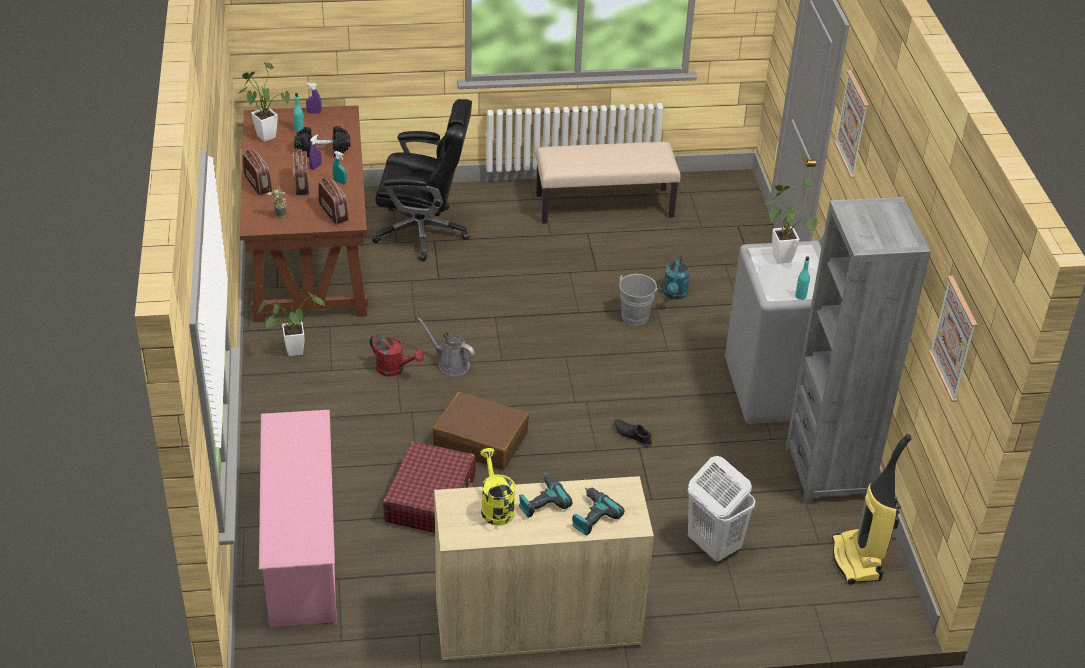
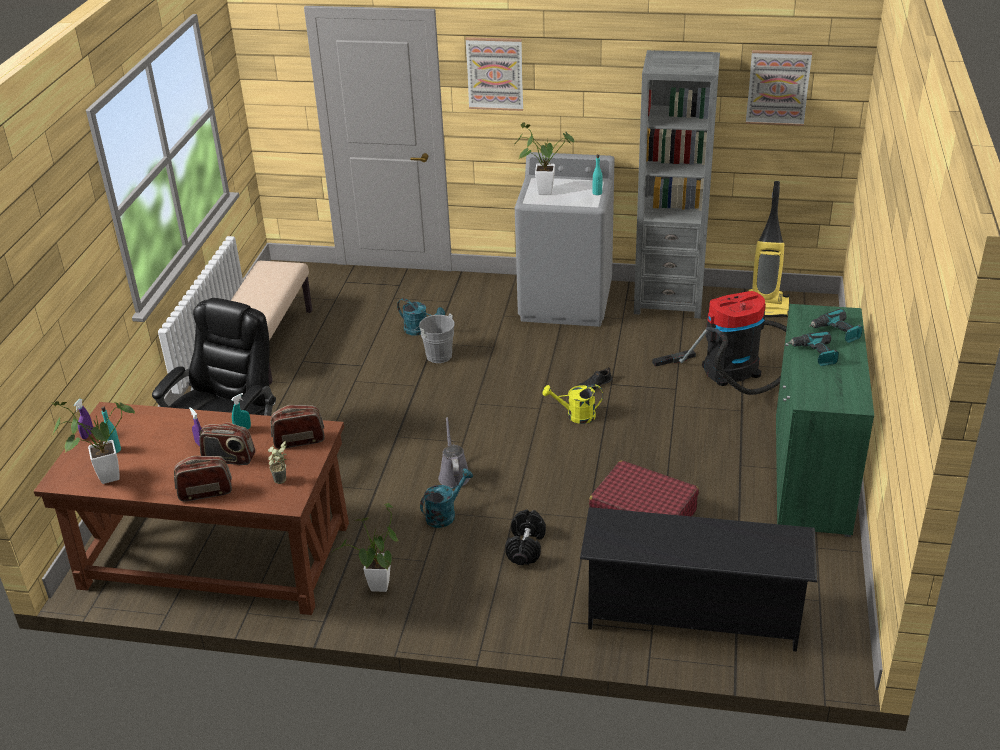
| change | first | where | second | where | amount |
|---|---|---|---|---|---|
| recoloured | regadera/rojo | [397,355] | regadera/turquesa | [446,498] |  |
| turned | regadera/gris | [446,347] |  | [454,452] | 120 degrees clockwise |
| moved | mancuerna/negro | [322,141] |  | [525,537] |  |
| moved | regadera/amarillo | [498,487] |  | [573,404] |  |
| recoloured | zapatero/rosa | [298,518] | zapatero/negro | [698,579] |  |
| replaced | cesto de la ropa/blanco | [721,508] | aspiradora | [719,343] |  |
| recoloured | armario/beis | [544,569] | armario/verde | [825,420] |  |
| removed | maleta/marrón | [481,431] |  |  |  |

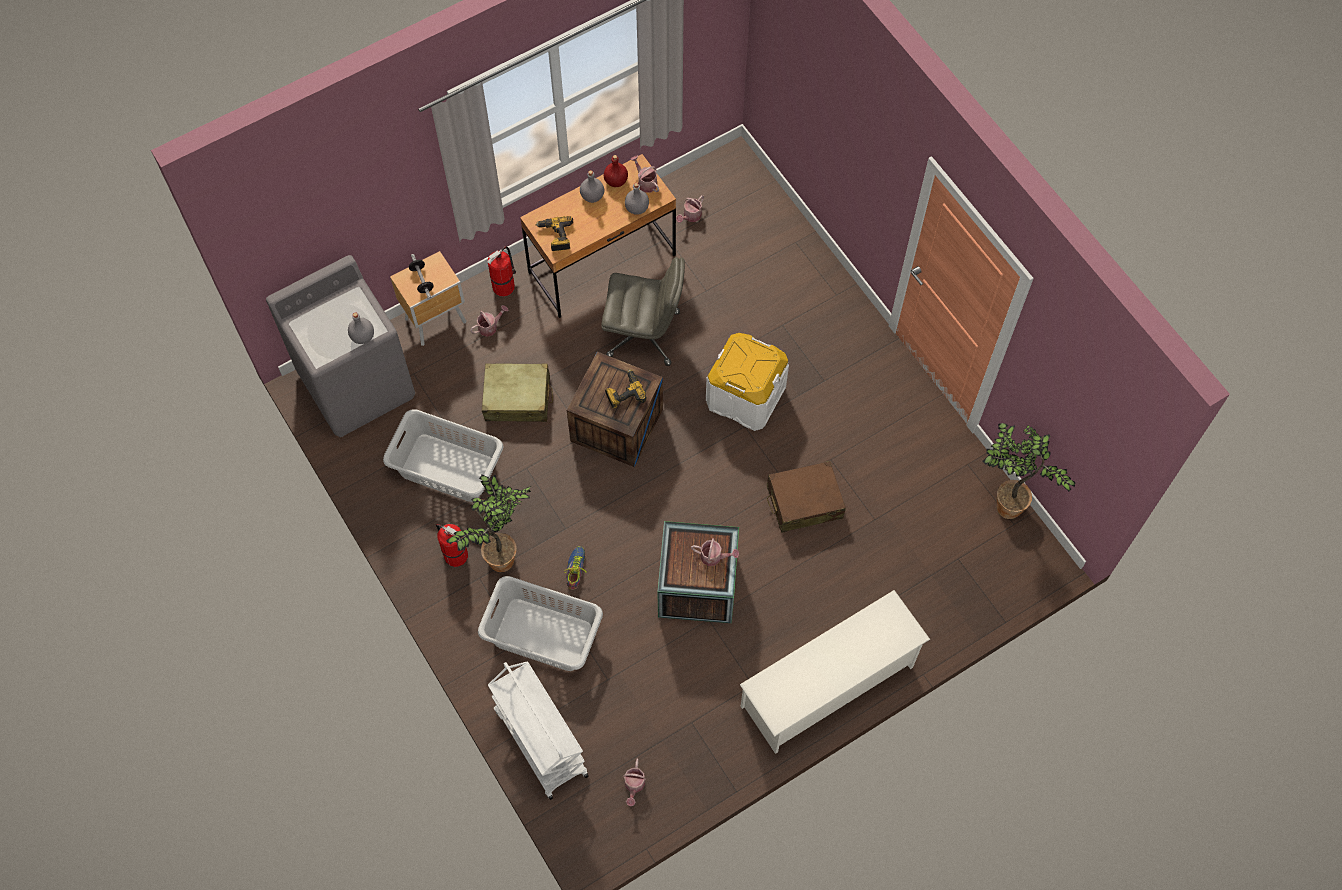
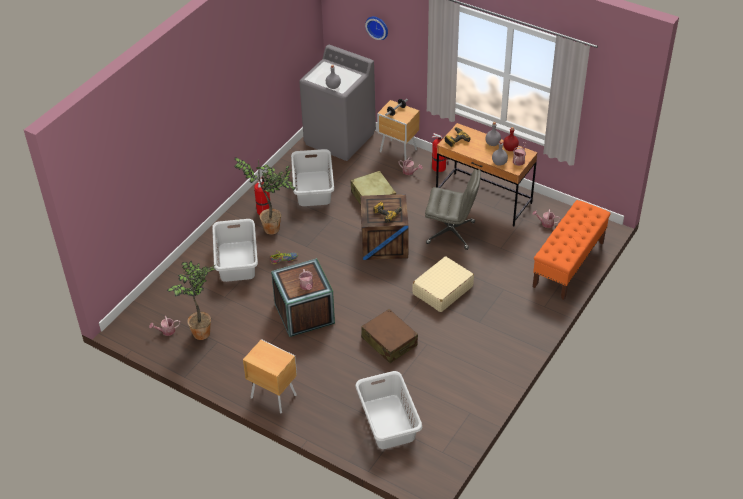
| change | first | where | second | where | amount |
|---|---|---|---|---|---|
| moved | planta en maceta | [1029,471] |  | [191,300] |  |
| replaced | zapatero/blanco | [835,672] | mesita de noche/marrón | [270,376] |  |
| added |  |  | cesto de la ropa/gris | [388,410] |  |
| added |  |  | reloj de pared | [376,28] |  |
| replaced | caja de almacenaje/blanco | [747,382] | maleta/beis | [443,284] |  |
| turned | silla de oficina/gris | [643,311] |  | [453,209] | 60 degrees counterclockwise |
| added |  |  | banco/naranja | [572,250] |  |
| removed | carrito/blanco | [538,730] |  |  |  |

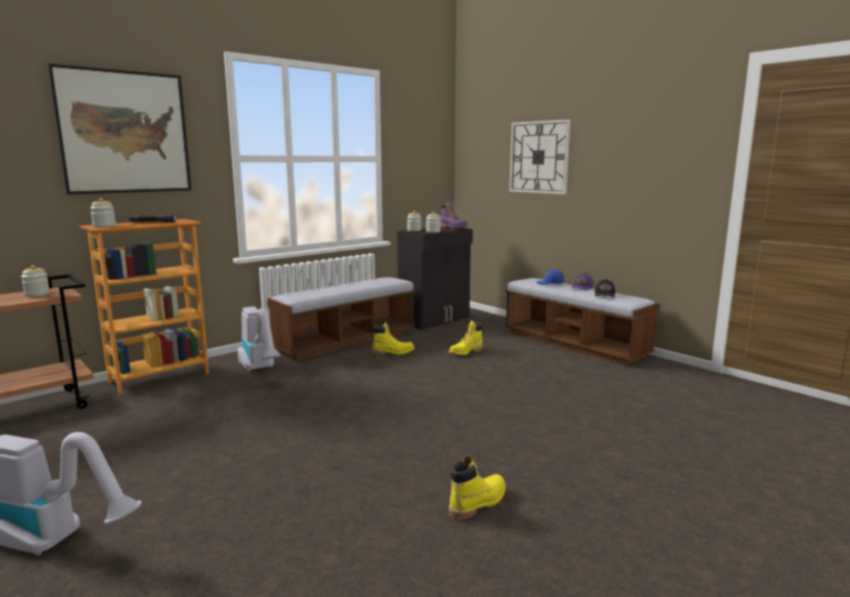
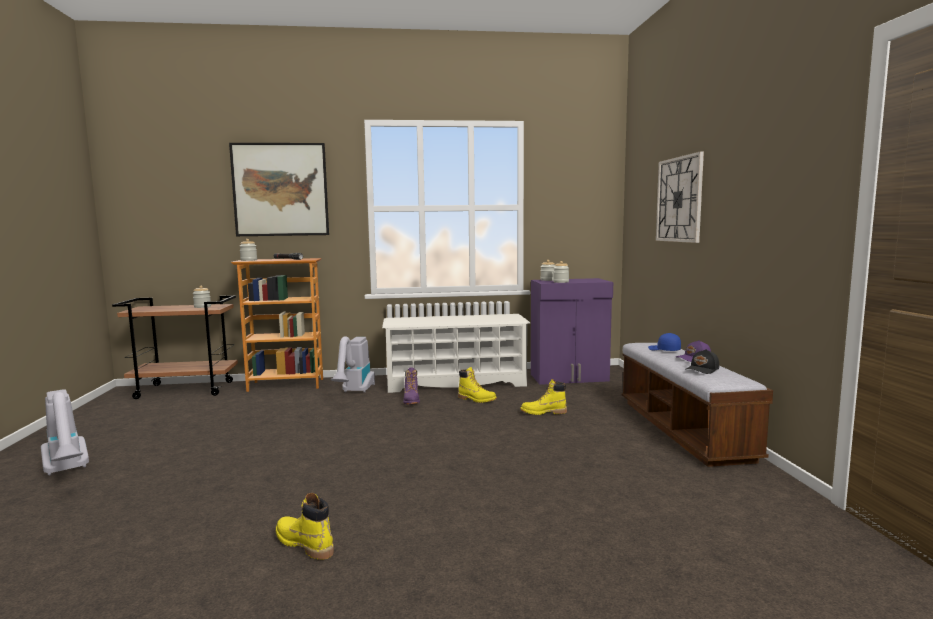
| change | first | where | second | where | amount |
|---|---|---|---|---|---|
| turned | bota/amarillo | [477,487] |  | [305,526] | 135 degrees counterclockwise |
| replaced | banco | [341,319] | zapatero/blanco | [456,353] |  |
| moved | bota/morado | [454,215] |  | [411,386] |  |
| recoloured | armario/negro | [435,278] | armario/morado | [572,331] |  |

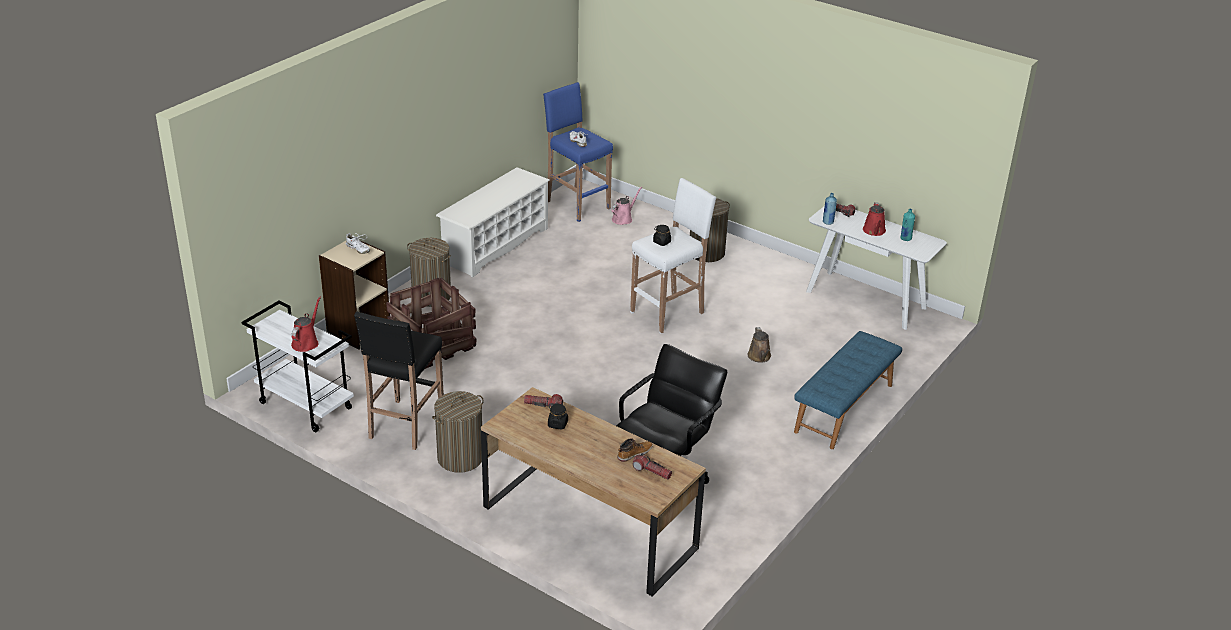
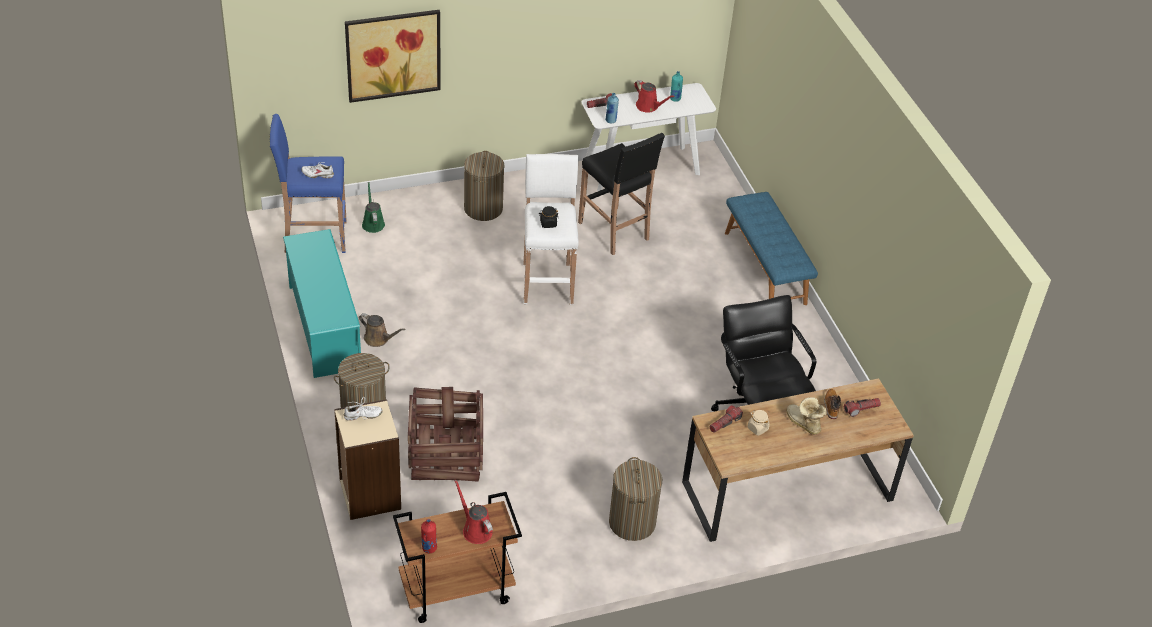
| change | first | where | second | where | amount |
|---|---|---|---|---|---|
| recoloured | zapatero/blanco | [493,222] | zapatero/turquesa | [322,303] |  |
| added |  |  | cuadro | [393,56] |  |
| moved | regadera/marrón | [759,344] |  | [382,330] |  |
| recoloured | regadera/rosa | [627,205] | regadera/verde | [373,207] |  |
| recoloured | carrito/blanco | [297,366] | carrito/marrón | [457,557] |  |
| added |  |  | botella/rojo | [429,536] |  |
| moved | taburete/negro | [399,381] |  | [621,194] |  |
| recoloured | tarro/negro | [558,416] | tarro/beis | [759,422] |  |
| added |  |  | bota | [806,415] |  |

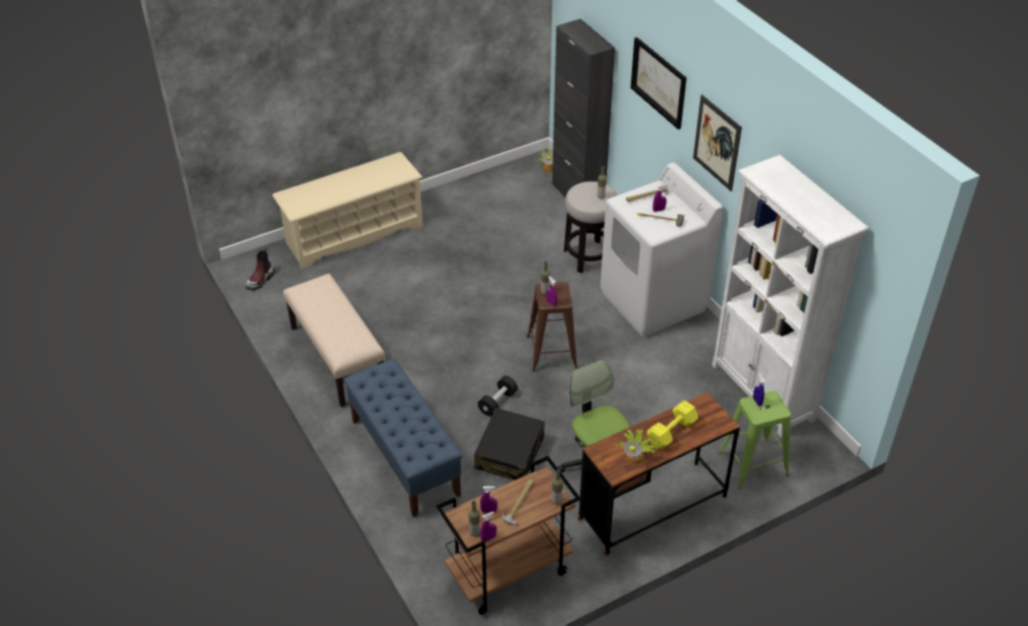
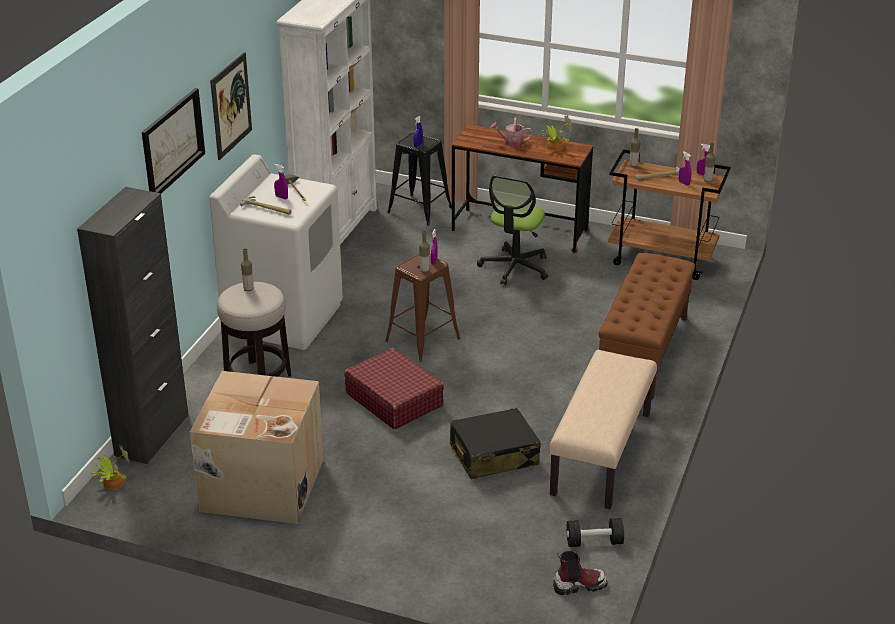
| change | first | where | second | where | amount |
|---|---|---|---|---|---|
| added |  |  | caja de cartón | [257,447] |  |
| added |  |  | maleta/rojo | [394,388] |  |
| recoloured | taburete/verde | [754,440] | taburete/negro | [419,179] |  |
| moved | maleta/negro | [509,444] |  | [495,443] |  |
| replaced | mancuerna/amarillo | [672,425] | regadera | [511,132] |  |
| moved | mancuerna/negro | [498,396] |  | [595,532] |  |
| recoloured | banco/azul | [403,438] | banco/marrón | [647,326] |  |
| removed | zapatero/beis | [347,211] |  |  |  |

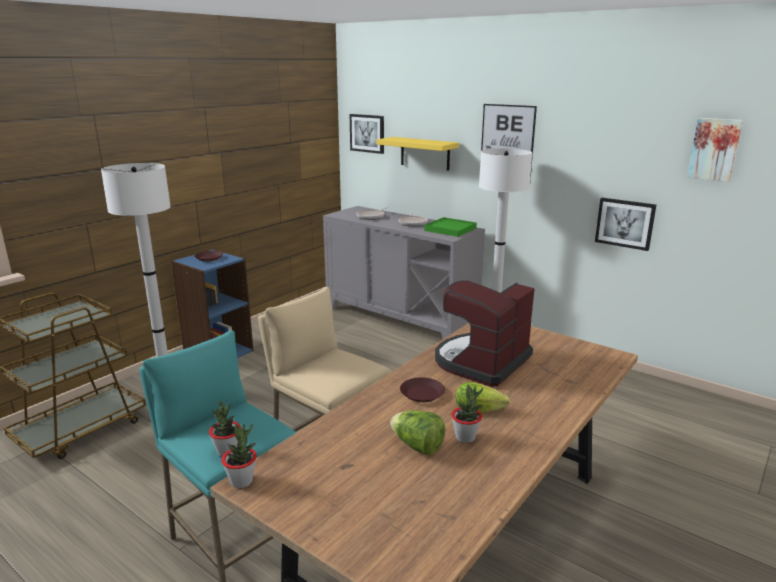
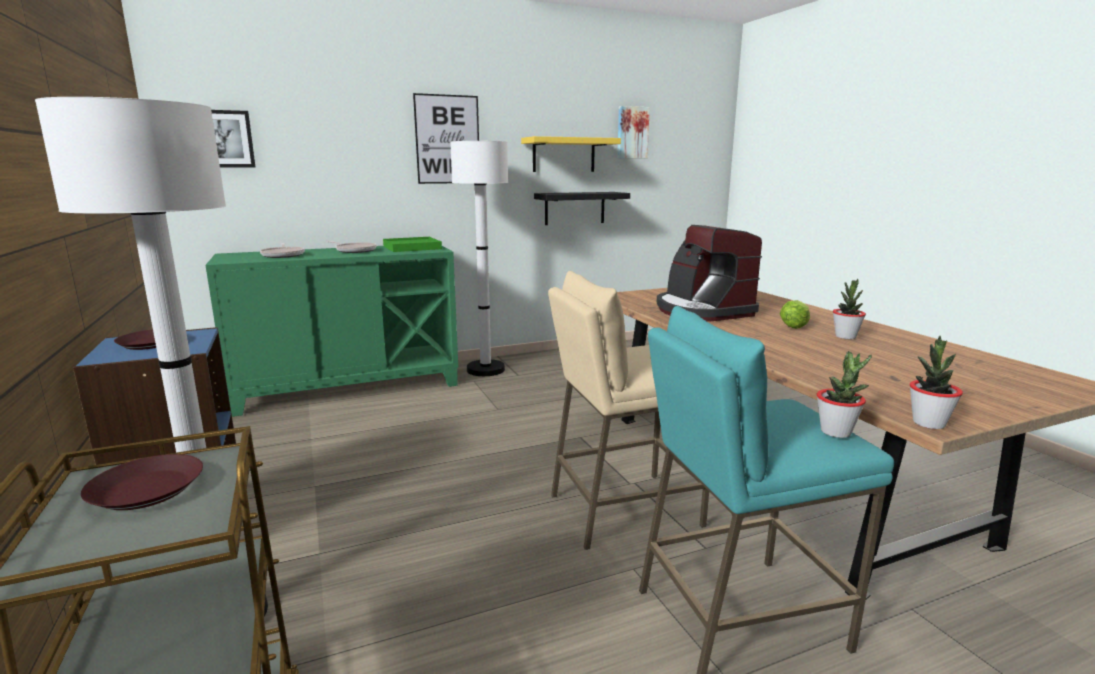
| change | first | where | second | where | amount |
|---|---|---|---|---|---|
| moved | plato/marrón | [422,389] |  | [142,482] |  |
| recoloured | armario/gris | [404,272] | armario/verde | [331,331] |  |
| moved | estante/amarillo | [417,154] |  | [571,154] |  |
| replaced | cuadro | [625,224] | estante/negro | [582,208] |  |
| removed | lechuga | [417,432] |  |  |  |

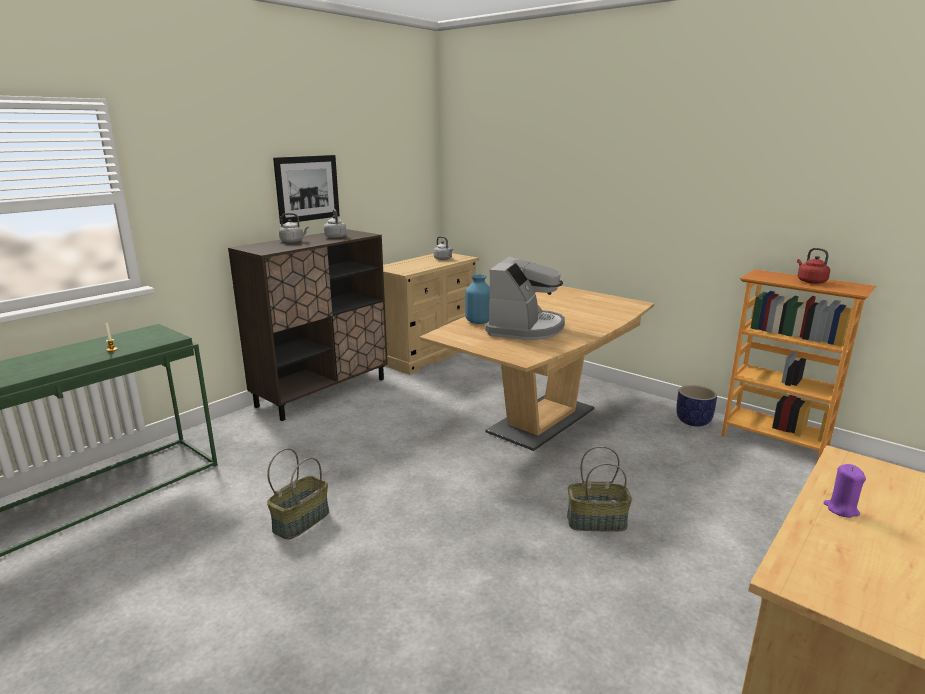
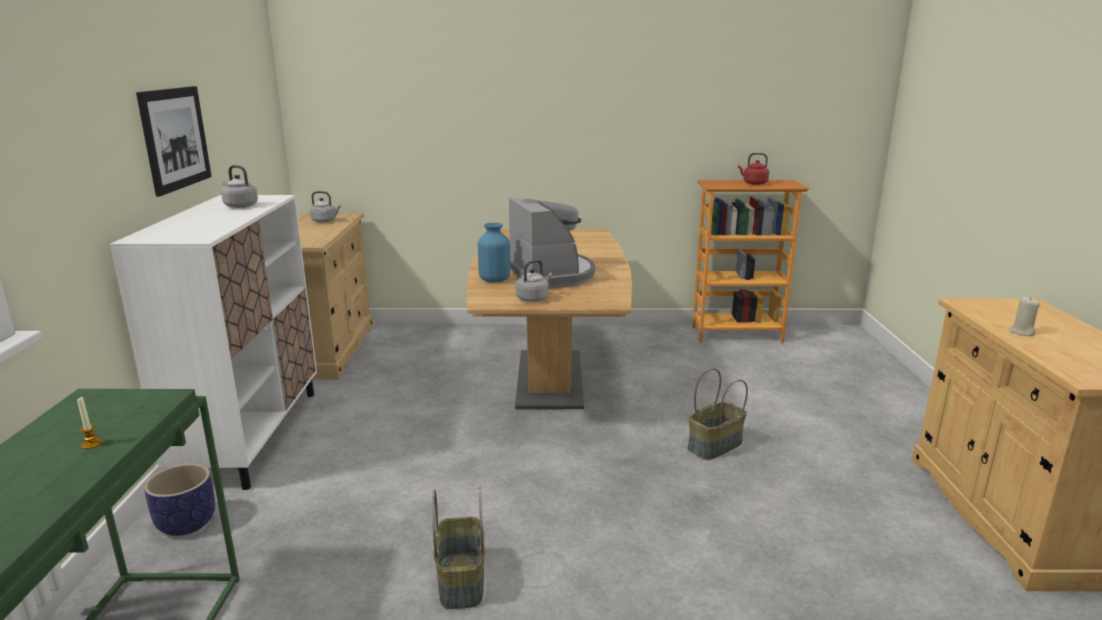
| change | first | where | second | where | amount |
|---|---|---|---|---|---|
| recoloured | armario/marrón | [308,325] | armario/blanco | [213,342] |  |
| moved | maceta | [696,405] |  | [179,499] |  |
| moved | hervidor/gris | [294,228] |  | [534,281] |  |
| recoloured | vela/morado | [844,491] | vela/beis | [1024,316] |  |

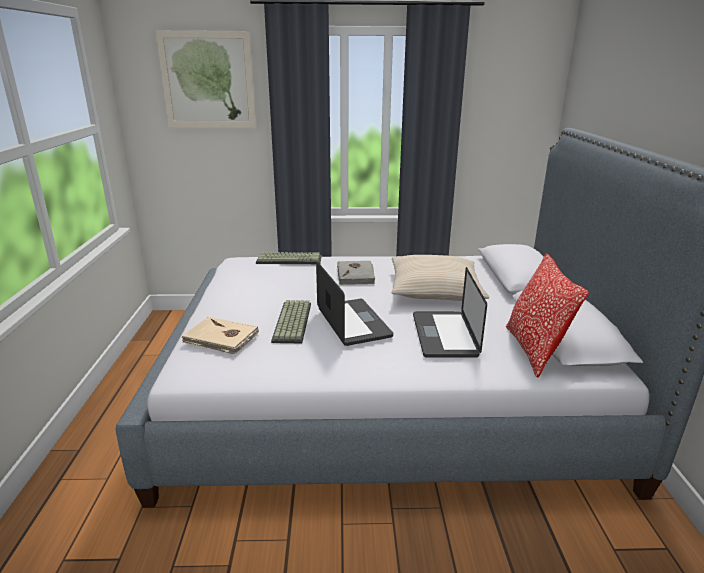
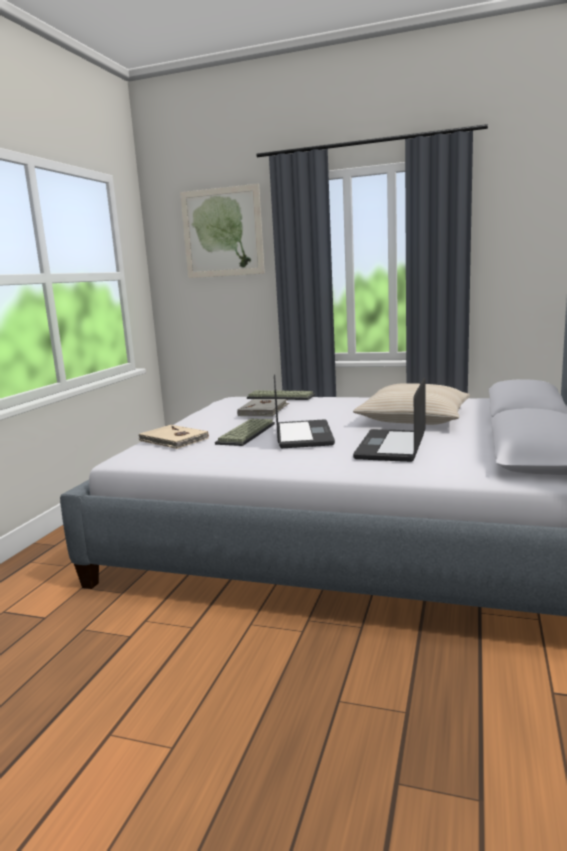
| change | first | where | second | where | amount |
|---|---|---|---|---|---|
| moved | libro/gris | [356,273] |  | [263,407] |  |
| removed | cojín | [547,315] |  |  |  |

